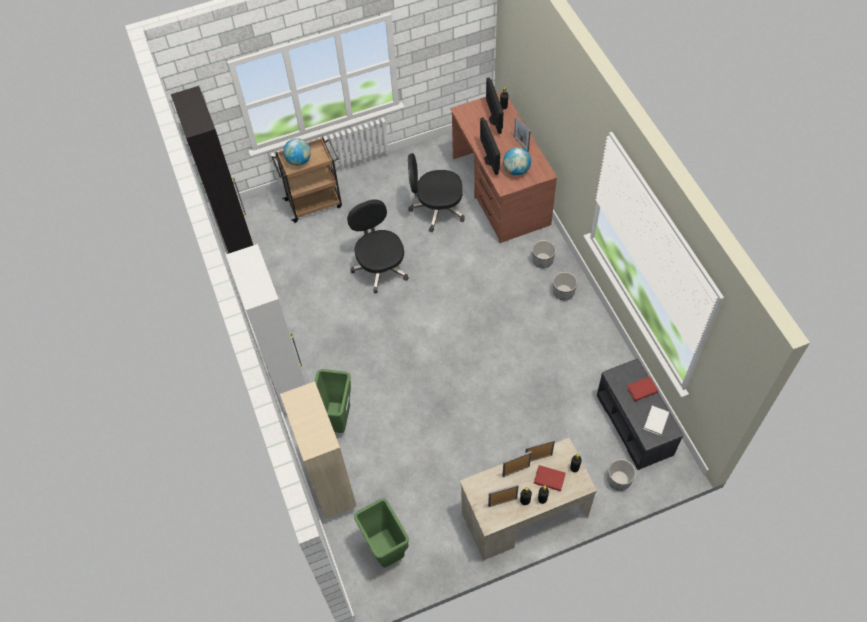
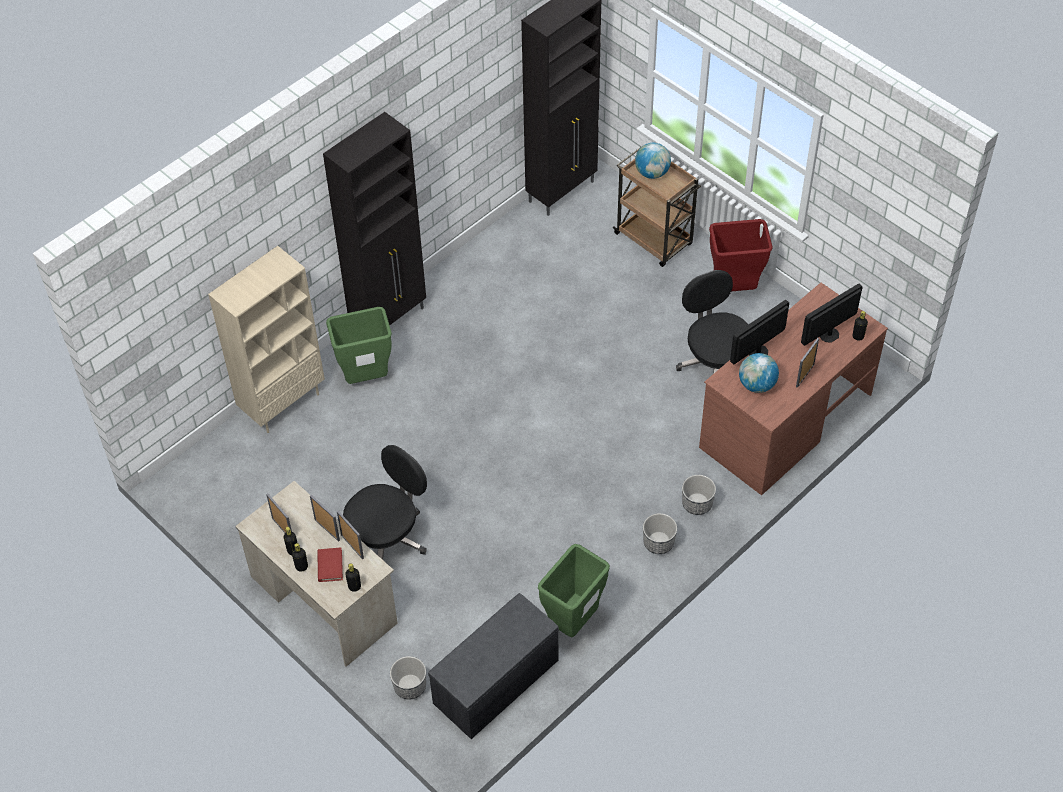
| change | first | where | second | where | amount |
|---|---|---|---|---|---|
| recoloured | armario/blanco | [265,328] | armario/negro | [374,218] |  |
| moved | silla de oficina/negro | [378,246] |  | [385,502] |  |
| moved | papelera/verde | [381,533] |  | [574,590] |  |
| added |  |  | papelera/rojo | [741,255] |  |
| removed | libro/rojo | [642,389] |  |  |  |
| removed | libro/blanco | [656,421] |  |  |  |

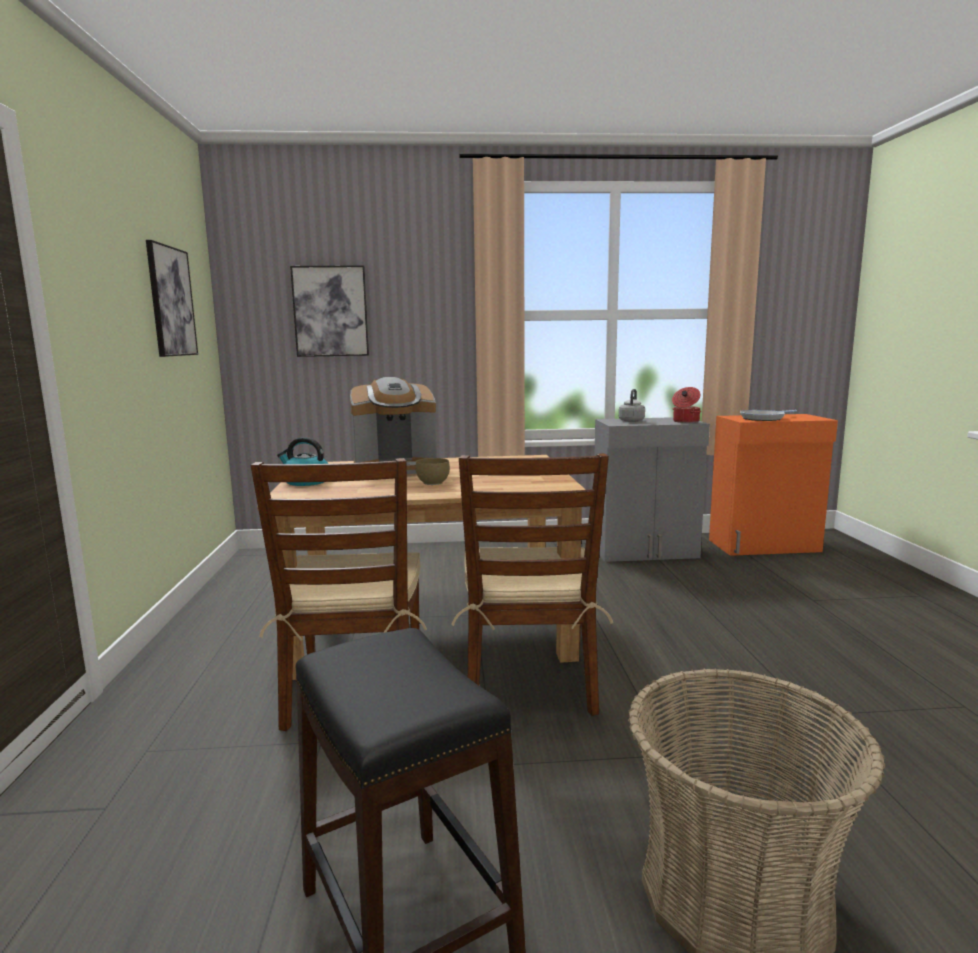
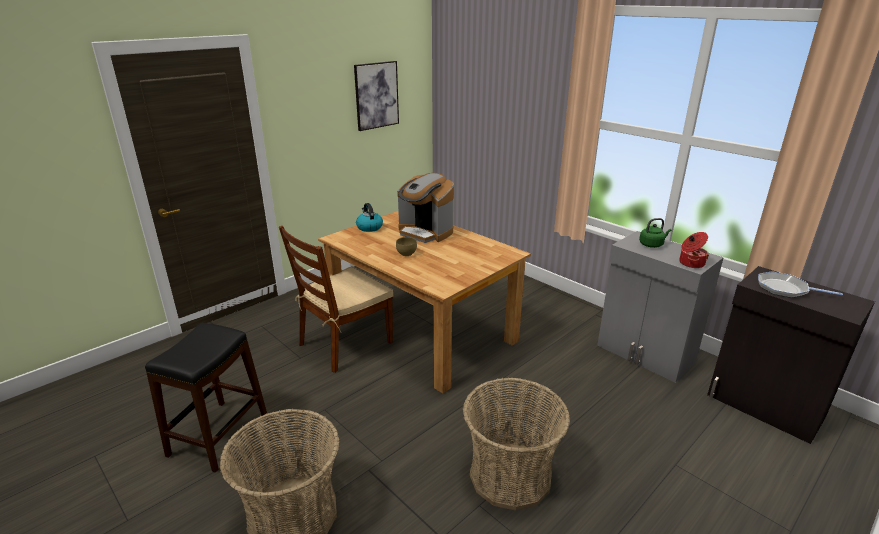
| change | first | where | second | where | amount |
|---|---|---|---|---|---|
| added |  |  | cesta | [516,444] |  |
| recoloured | hervidor/gris | [632,405] | hervidor/verde | [655,233] |  |
| recoloured | armario/naranja | [773,485] | armario/negro | [791,355] |  |
| removed | cuadro | [329,311] |  |  |  |
| removed | silla/marrón | [532,584] |  |  |  |

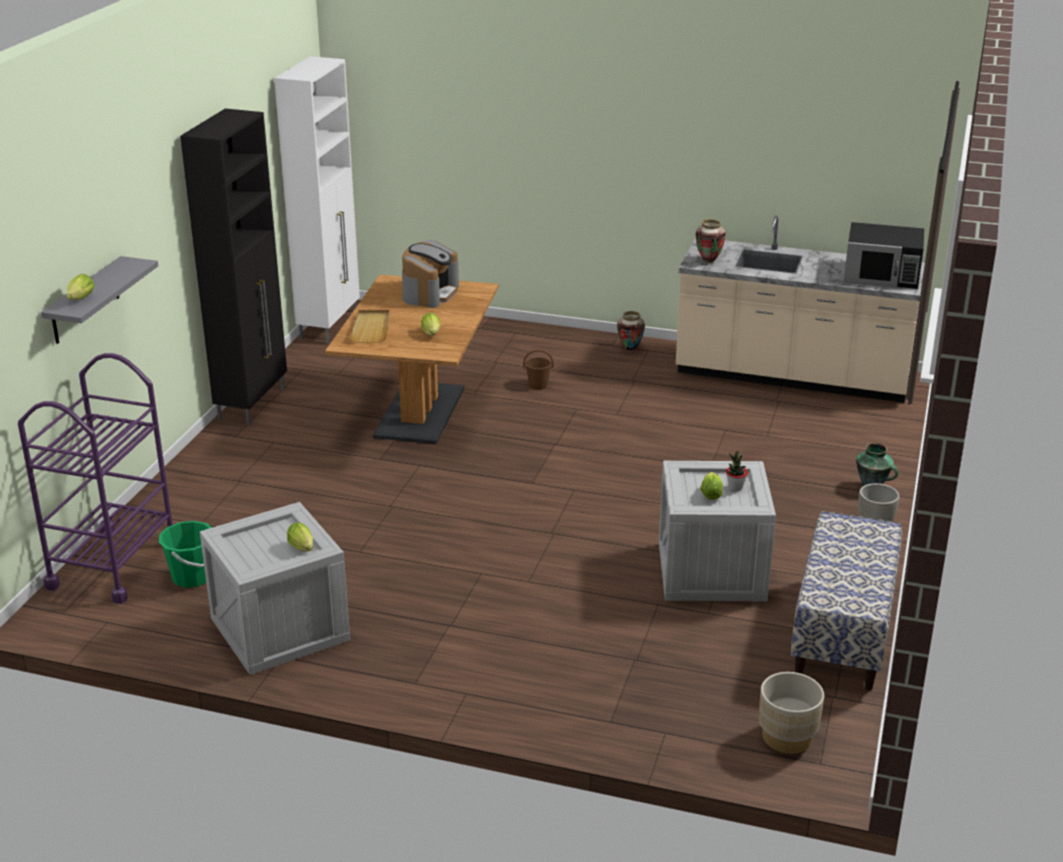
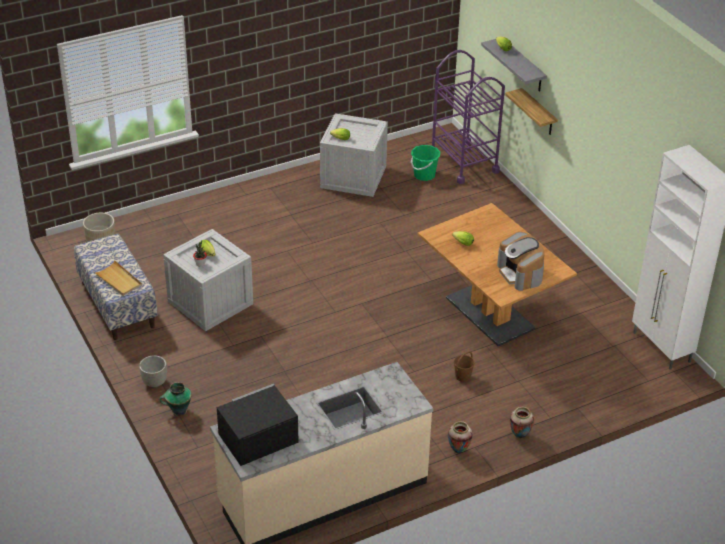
| change | first | where | second | where | amount |
|---|---|---|---|---|---|
| moved | bandeja/beis | [369,326] |  | [118,278] |  |
| added |  |  | estante | [531,111] |  |
| moved | florero | [711,241] |  | [522,423] |  |
| removed | armario/negro | [233,266] |  |  |  |

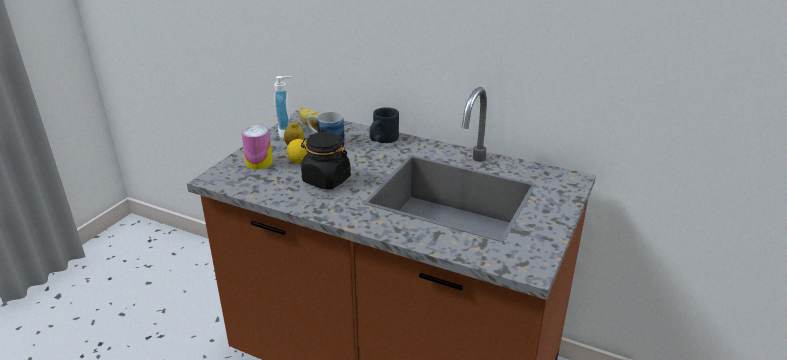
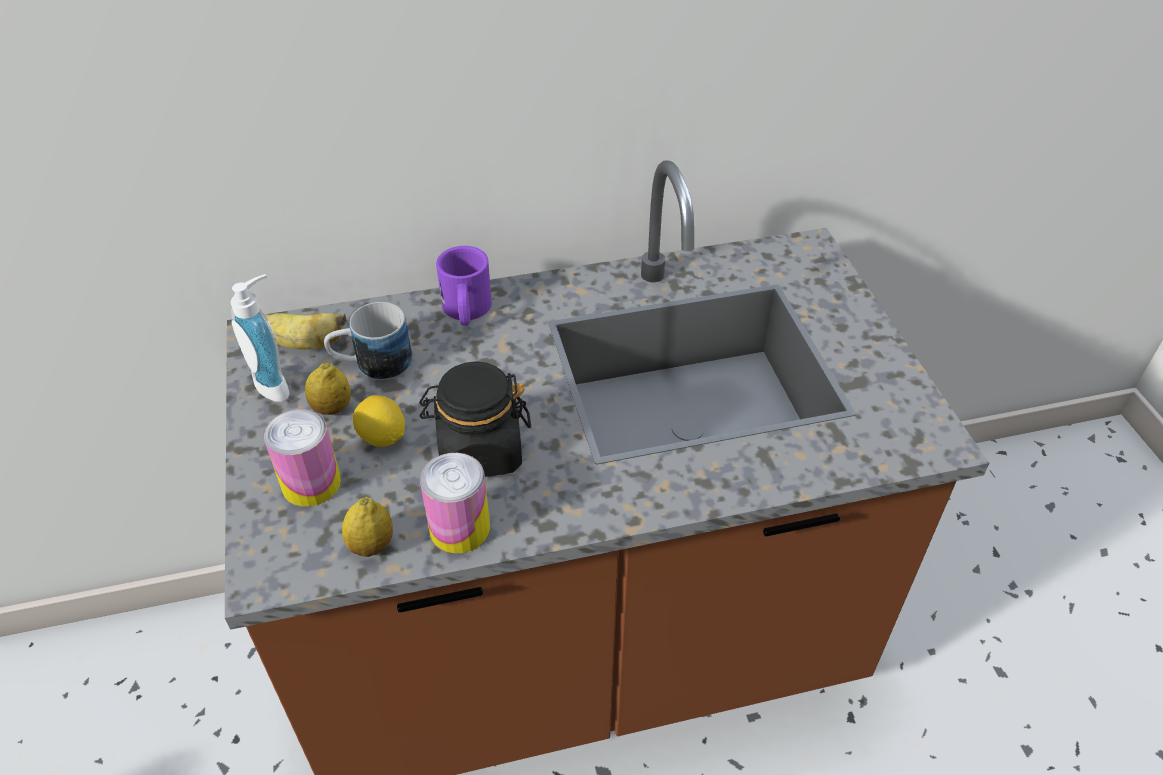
| change | first | where | second | where | amount |
|---|---|---|---|---|---|
| added |  |  | limón | [367,527] |  |
| added |  |  | lata | [455,503] |  |
| recoloured | taza grande/negro | [384,125] | taza grande/morado | [464,286] |  |

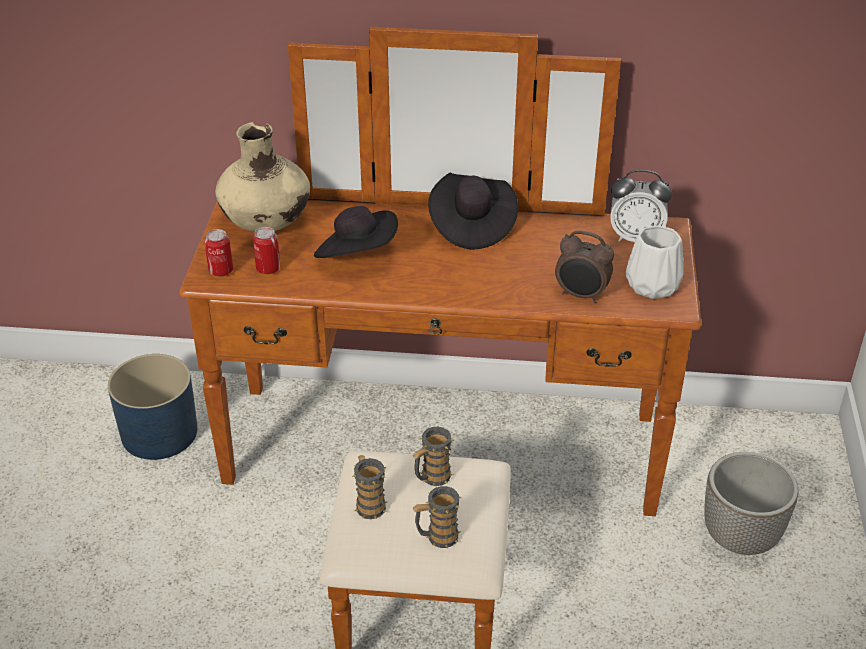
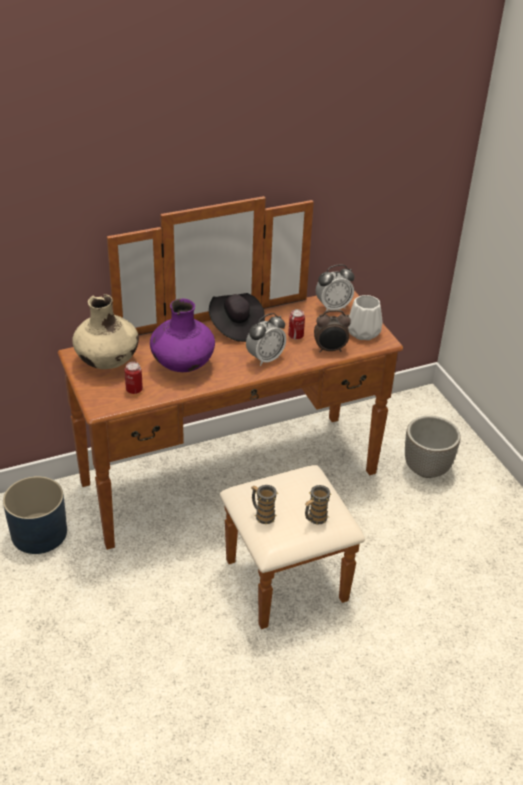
| change | first | where | second | where | amount |
|---|---|---|---|---|---|
| replaced | sombrero/negro | [356,232] | florero/morado | [182,335] |  |
| added |  |  | despertador | [266,339] |  |
| moved | lata | [219,253] |  | [296,324] |  |
| removed | taza grande | [433,456] |  |  |  |

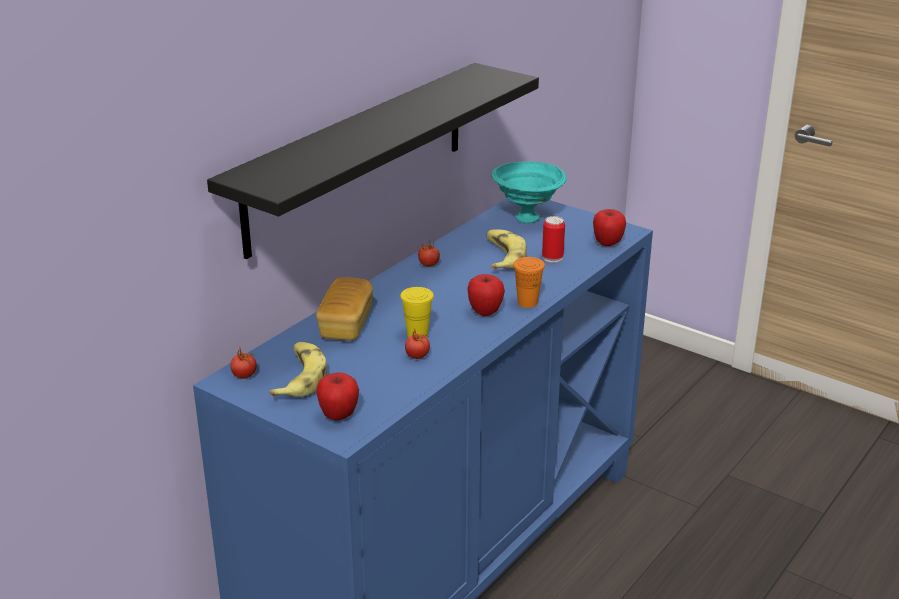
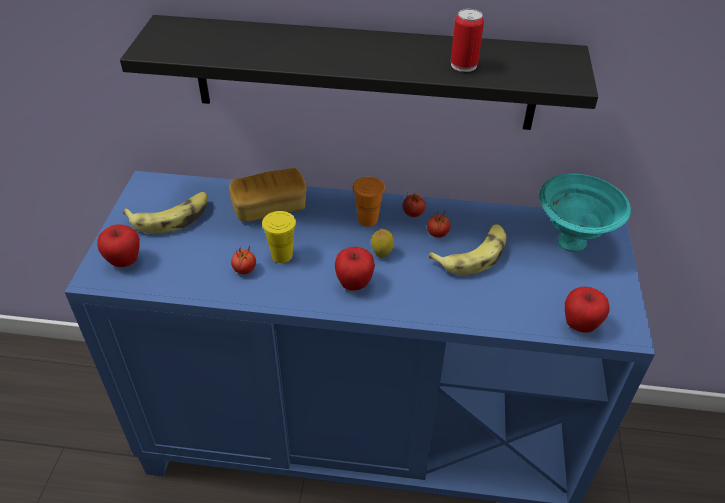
| change | first | where | second | where | amount |
|---|---|---|---|---|---|
| moved | taza/naranja | [529,282] |  | [369,202] |  |
| added |  |  | limón | [382,243] |  |
| moved | tomate | [243,364] |  | [439,224] |  |
| moved | lata | [553,239] |  | [467,40] |  |

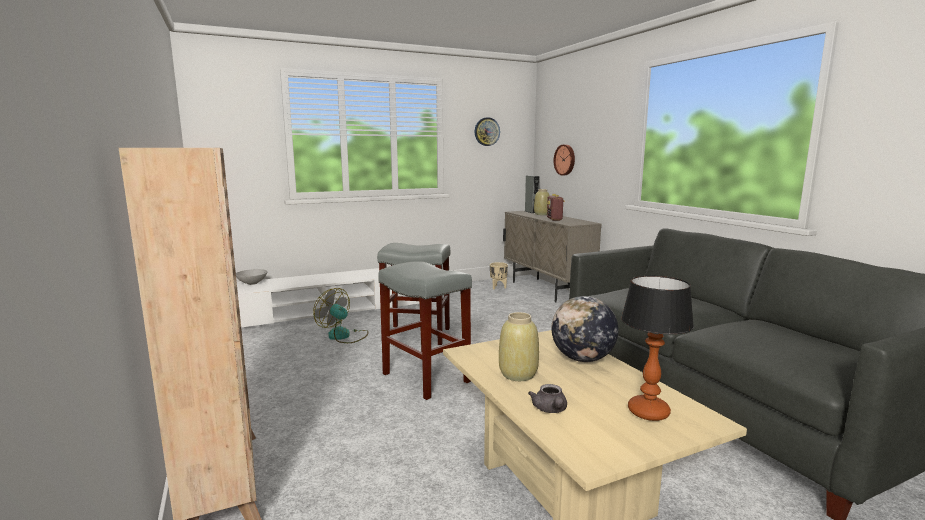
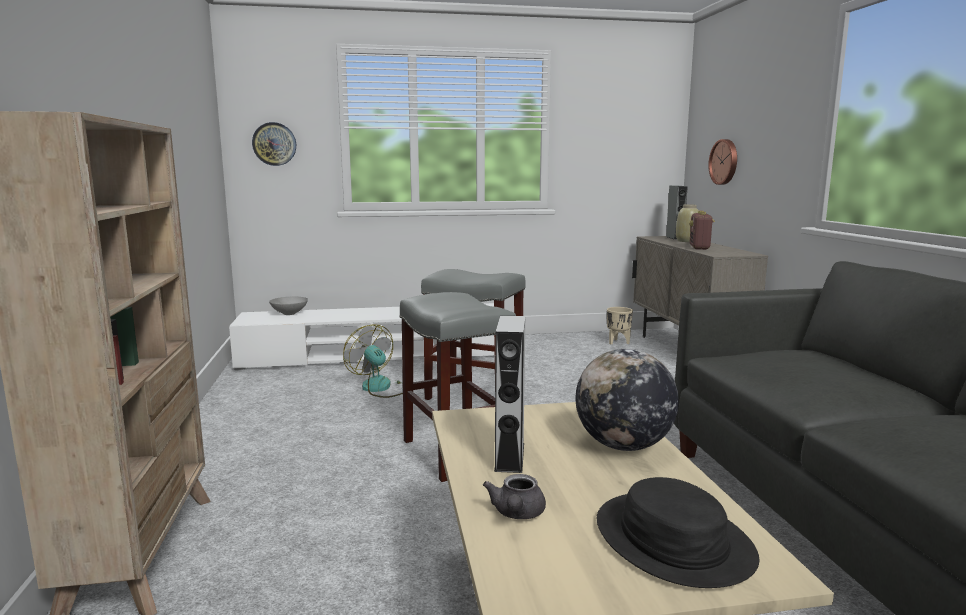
| change | first | where | second | where | amount |
|---|---|---|---|---|---|
| moved | reloj de pared | [487,131] |  | [274,144] |  |
| replaced | florero/beis | [519,346] | altavoz/gris | [509,394] |  |
| replaced | lámpara de mesa | [657,348] | sombrero/negro | [678,532] |  |

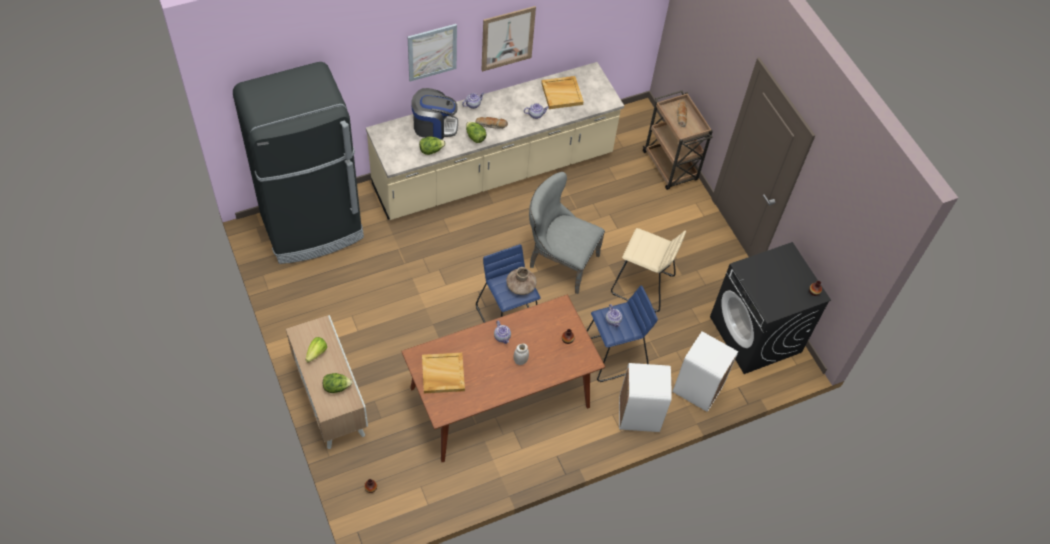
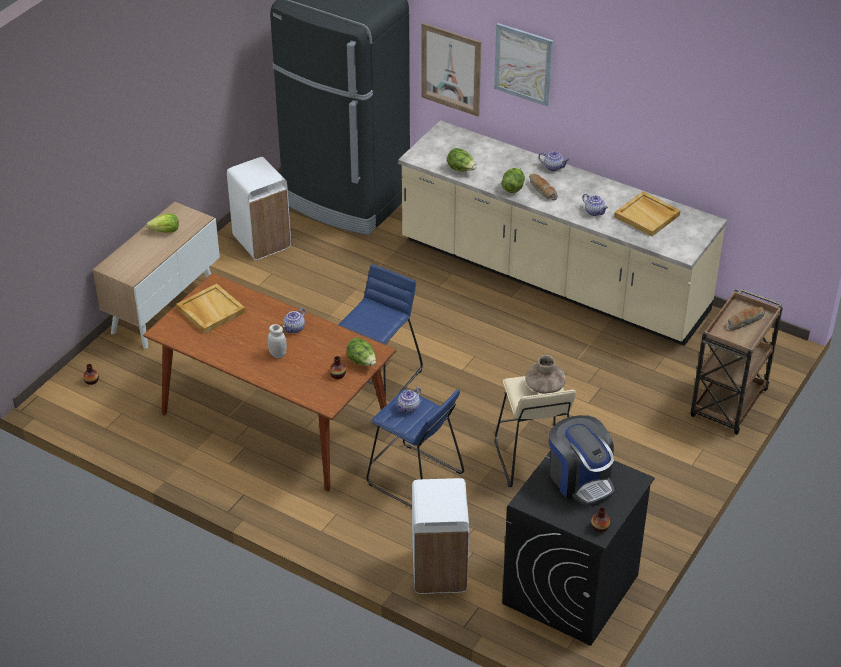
| change | first | where | second | where | amount |
|---|---|---|---|---|---|
| moved | papelera/blanco | [645,397] |  | [259,208] |  |
| moved | lechuga | [338,383] |  | [361,352] |  |
| moved | cuadro | [508,39] |  | [451,70] |  |
| moved | florero/marrón | [521,281] |  | [545,374] |  |
| moved | cafetera | [435,114] |  | [581,460] |  |
| removed | silla/gris | [567,233] |  |  |  |

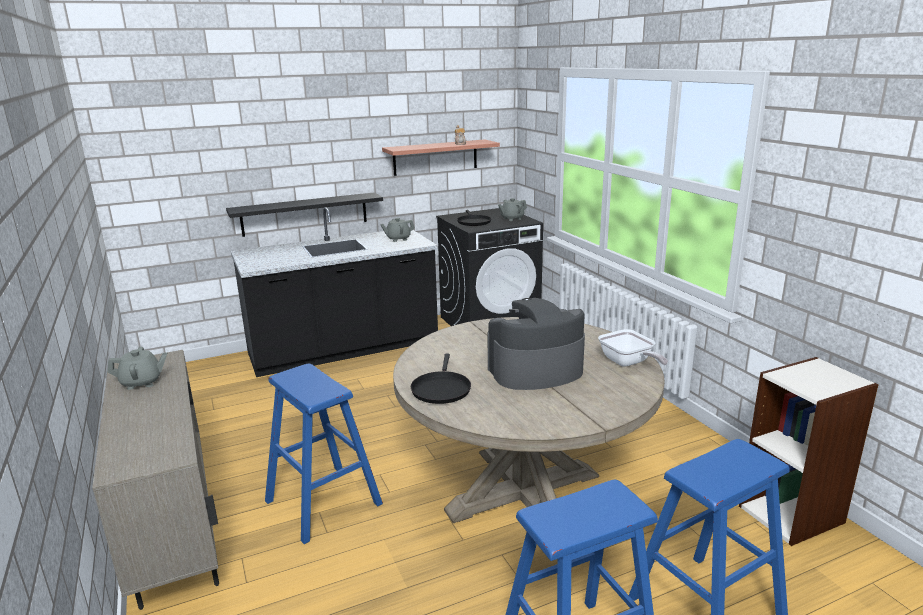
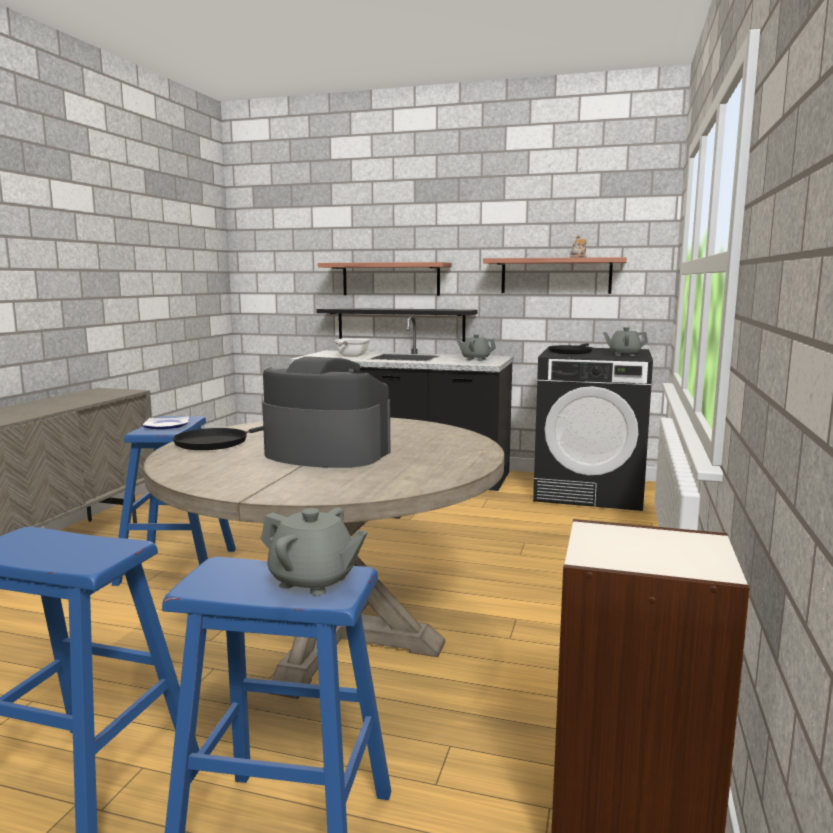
| change | first | where | second | where | amount |
|---|---|---|---|---|---|
| added |  |  | plato | [165,422] |  |
| moved | tetera/gris | [137,368] |  | [314,551] |  |
| added |  |  | estante | [385,279] |  |
| moved | sartén | [633,348] |  | [352,347] |  |

